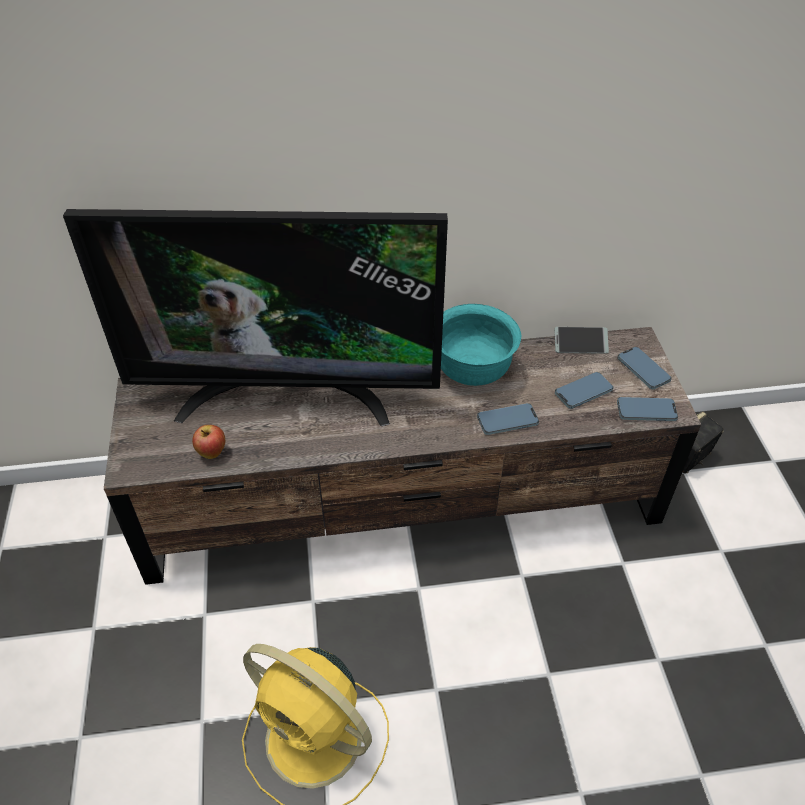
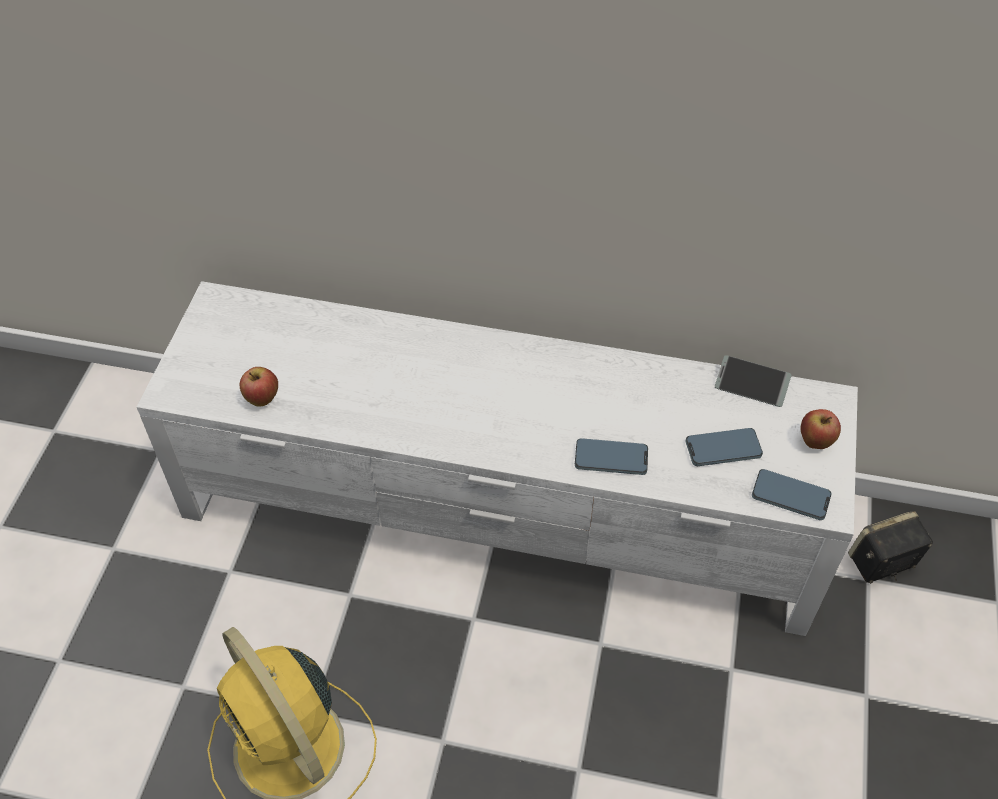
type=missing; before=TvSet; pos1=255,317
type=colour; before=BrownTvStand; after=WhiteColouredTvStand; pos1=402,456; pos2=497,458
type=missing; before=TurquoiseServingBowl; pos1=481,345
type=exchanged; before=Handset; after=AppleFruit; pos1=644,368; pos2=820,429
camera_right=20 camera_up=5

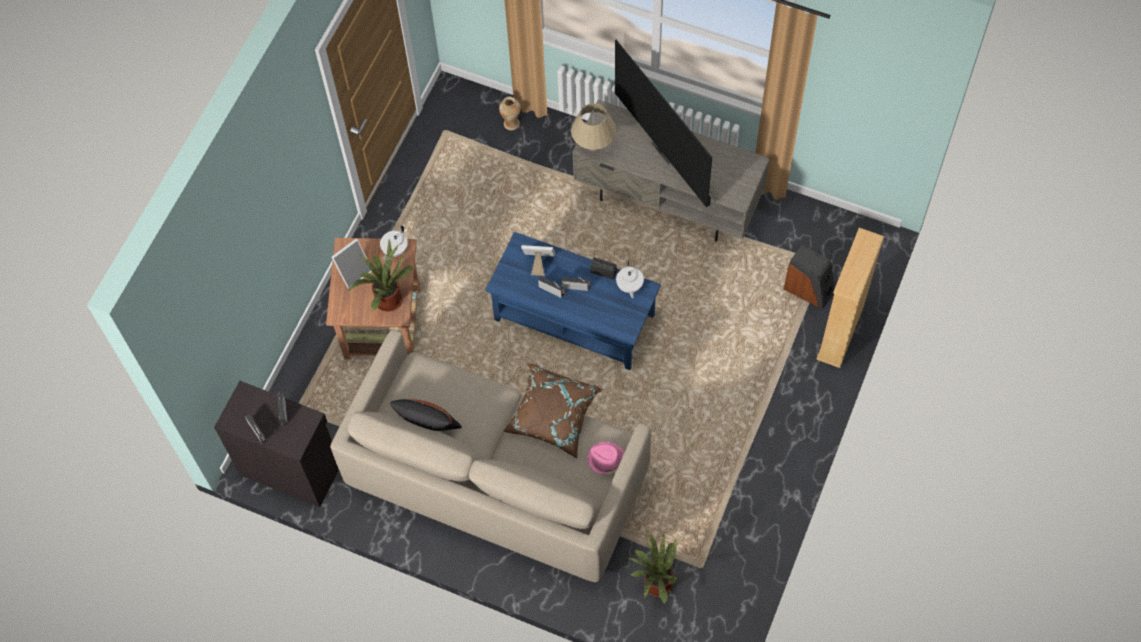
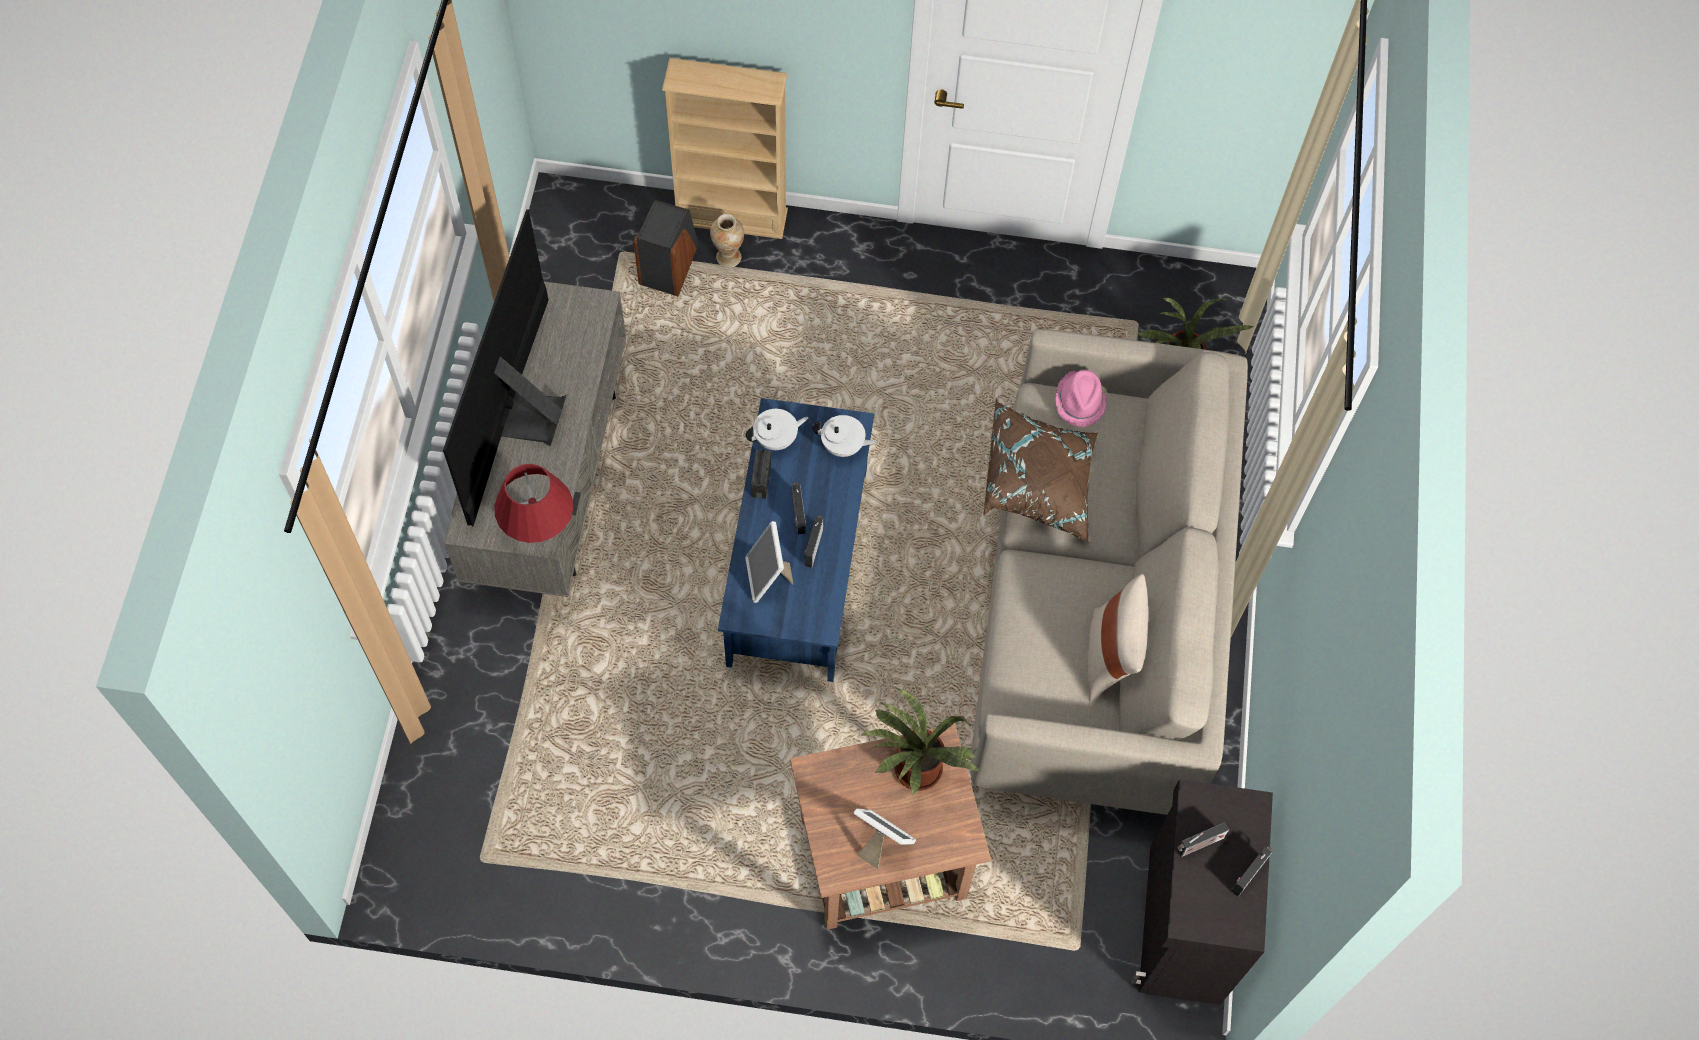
type=relocated; before=WhiteColouredPotForTea; pos1=394,242; pos2=845,436
type=colour; before=BlackColouredPillow; after=SandColouredPillow; pos1=426,415; pos2=1118,637
type=relocated; before=DecorativeVase; pos1=509,113; pos2=727,241
type=colour; before=SandColouredLampForATable; after=RedColouredLampForATable; pos1=593,127; pos2=533,503
type=spun; before=TvSet; pos1=663,123; pos2=505,367; turn=150
camera_right=-110 camera_up=0

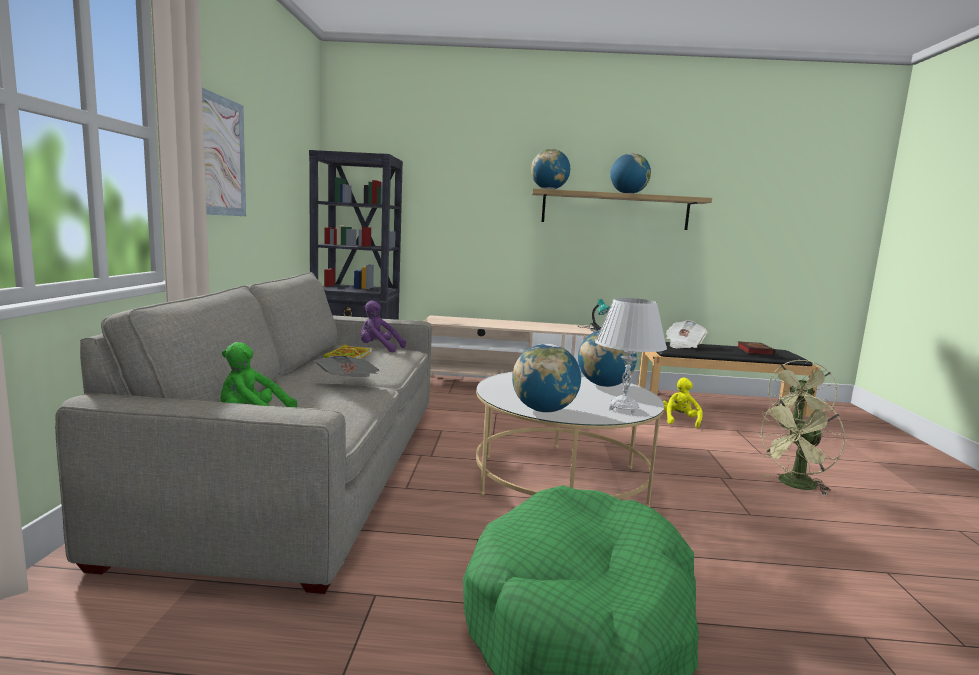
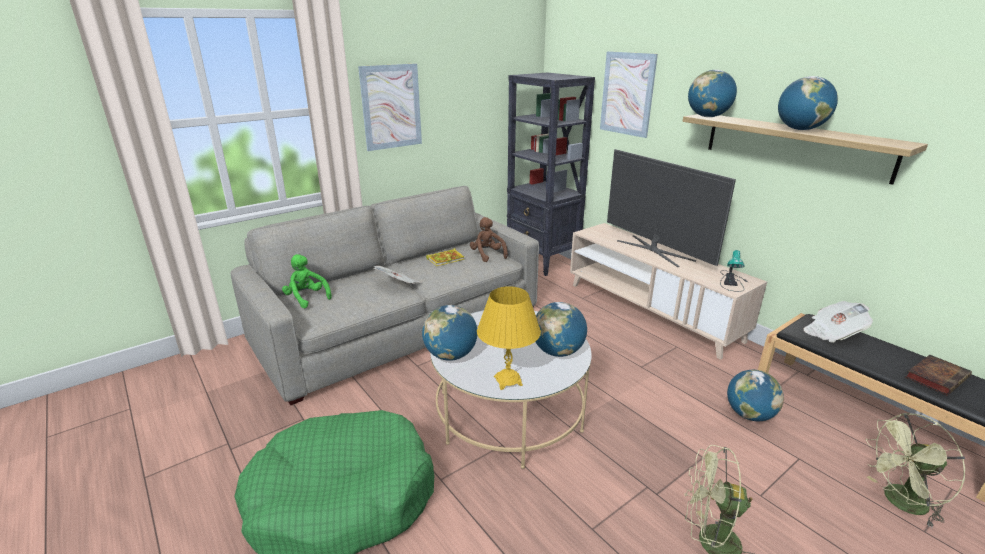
type=colour; before=PurplishSoftToy; after=BrownSoftToy; pos1=383,326; pos2=489,239
type=colour; before=WhiteColouredLampForATable; after=YellowLampForATable; pos1=631,356; pos2=509,338
type=exchanged; before=YellowSoftToy; after=WorldGlobe; pos1=683,402; pos2=755,395
type=appeared; after=WallArt; pos2=629,94
type=appeared; after=TvSet; pos2=671,208
camera_right=50 camera_up=15

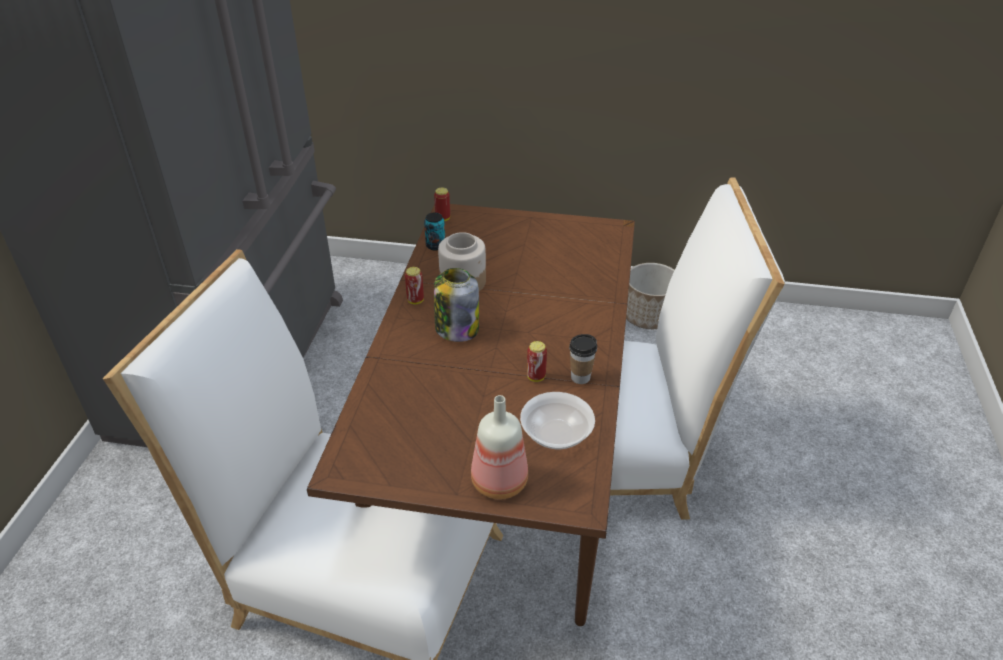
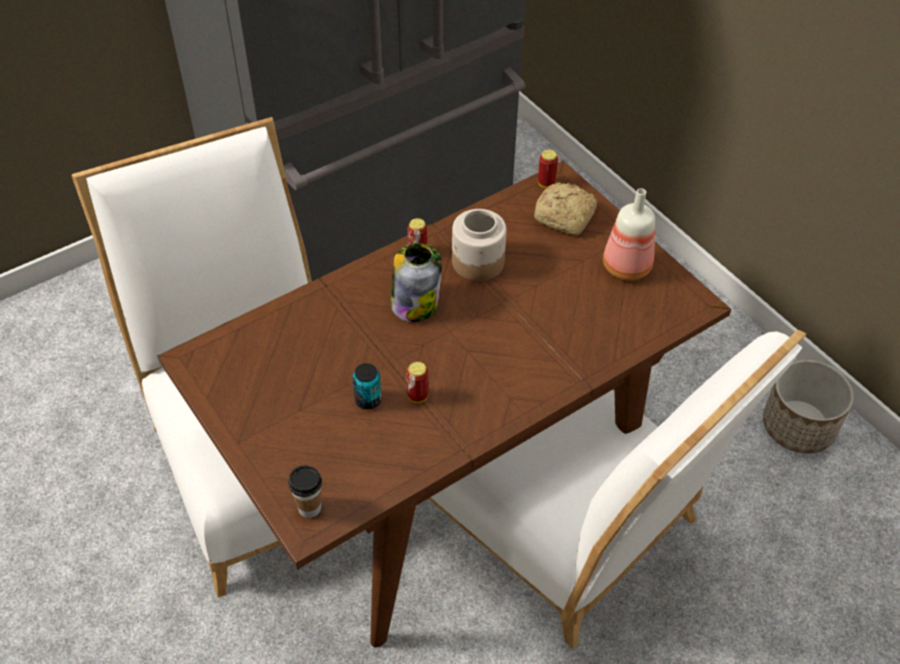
type=relocated; before=MetalCan; pos1=434,231; pos2=367,386
type=relocated; before=Bottle; pos1=499,447; pos2=629,234
type=missing; before=ServingBowl; pos1=557,420
type=relocated; before=DrinkingCup; pos1=583,359; pos2=305,491
type=appeared; after=Bread; pos2=565,208
camera_right=45 camera_up=10

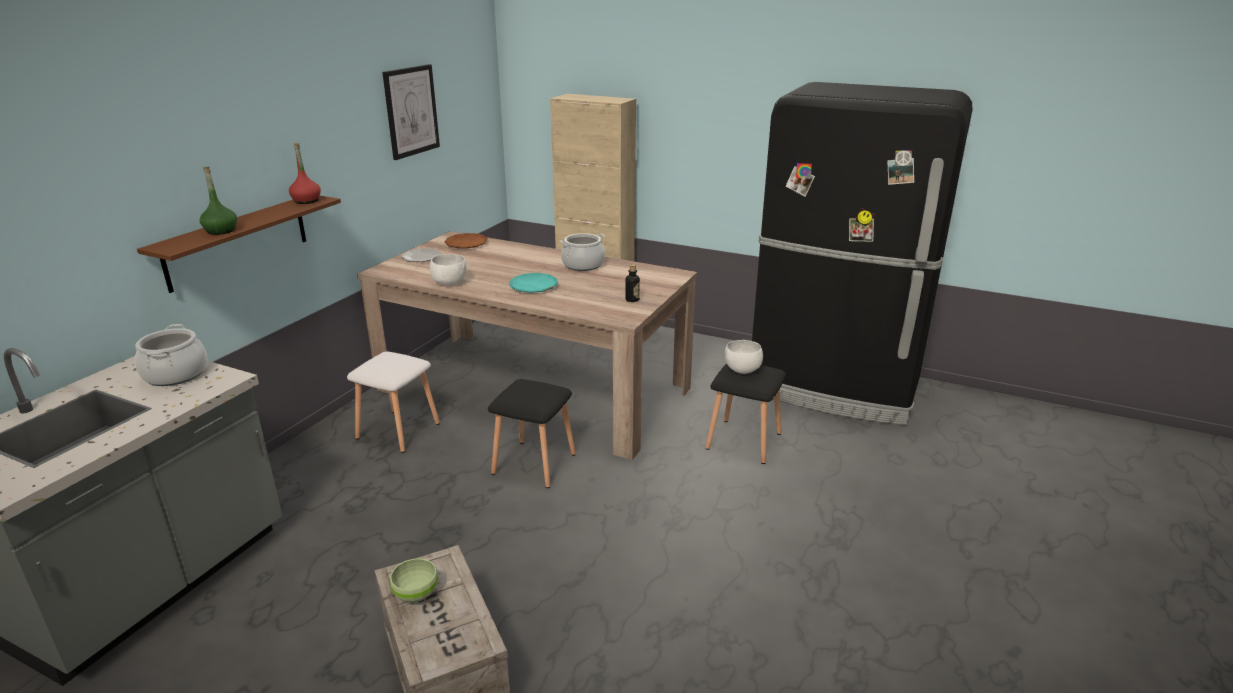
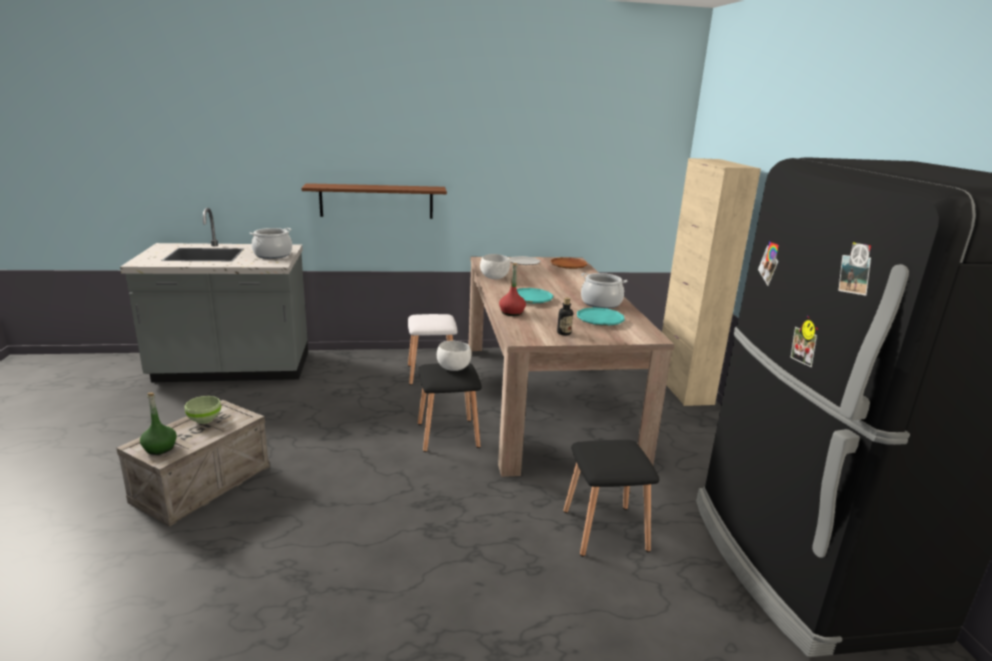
type=relocated; before=GreenColouredBottle; pos1=218,201; pos2=158,423
type=relocated; before=RedColouredBottle; pos1=305,173; pos2=512,289
type=missing; before=WallArt; pos1=411,112
type=relocated; before=WhiteColouredServingBowl; pos1=744,357; pos2=454,355
type=appeared; after=TurquoiseFlatDish; pos2=601,316
camera_right=55 camera_up=-5

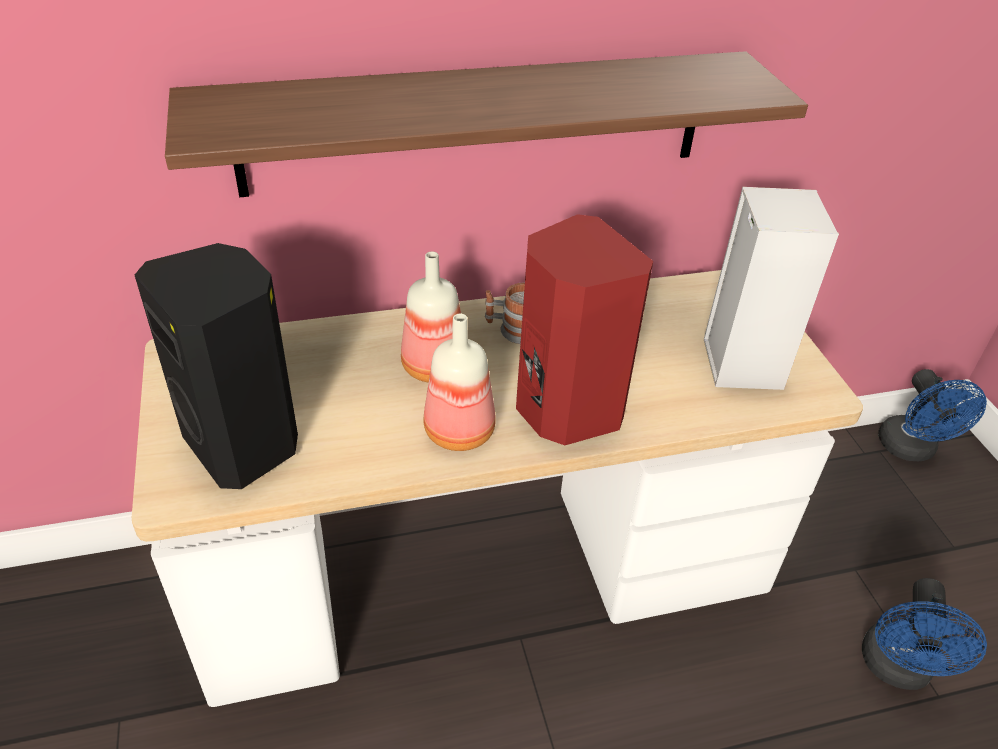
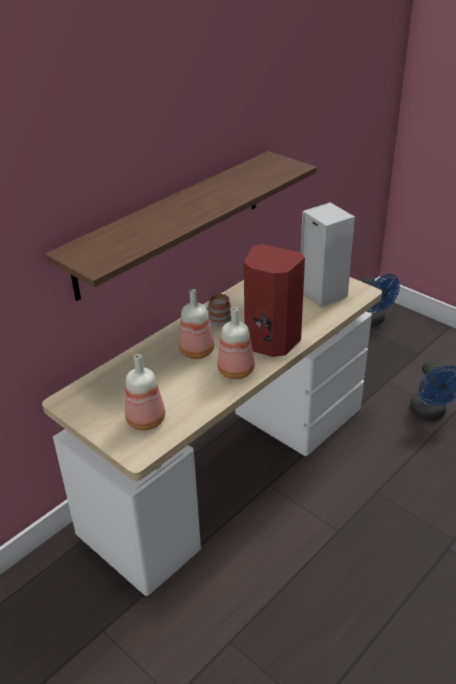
type=exchanged; before=BlackColouredAudioSpeaker; after=Bottle; pos1=216,366; pos2=145,392
camera_right=-30 camera_up=-5

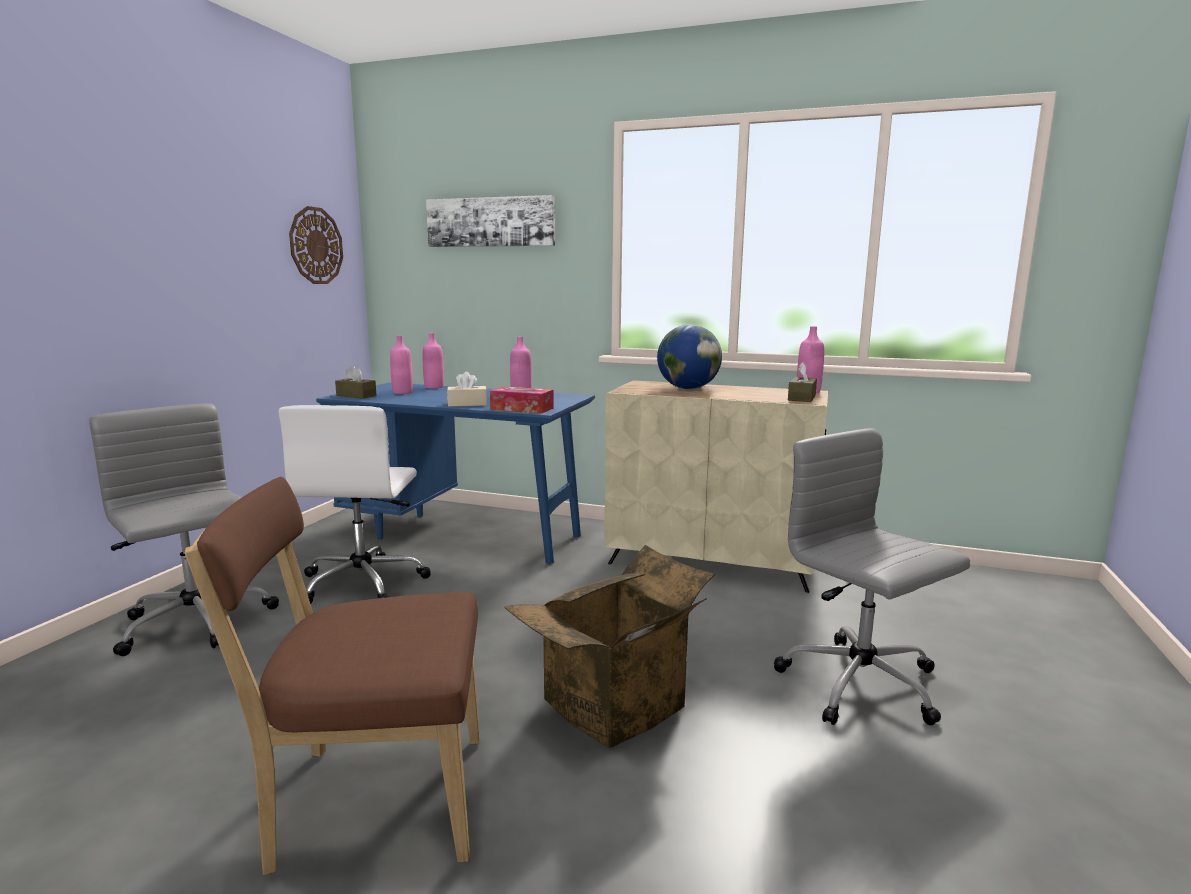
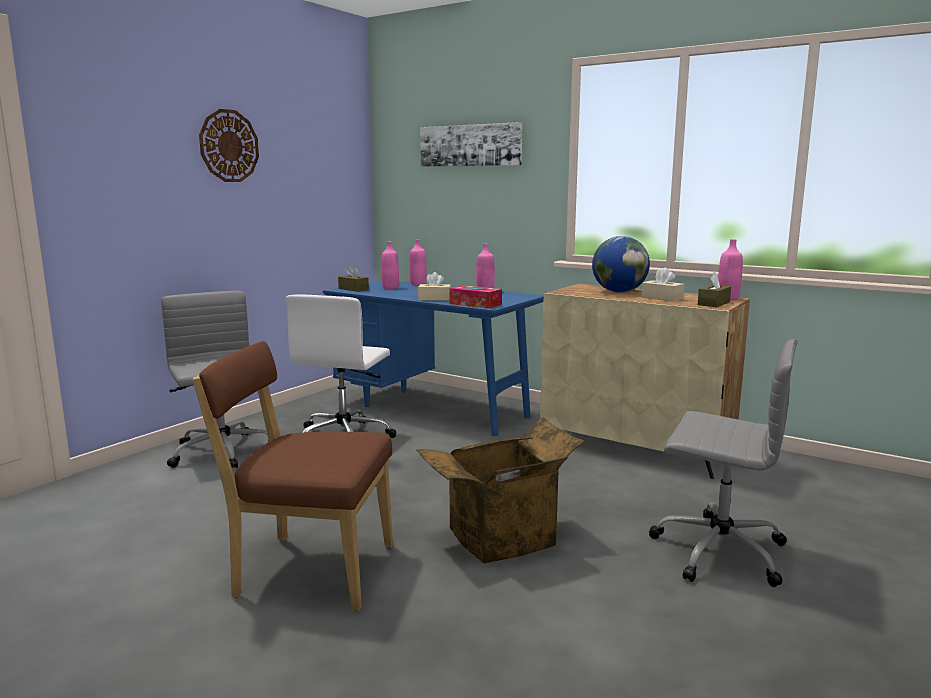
type=relocated; before=HangingClock; pos1=316,245; pos2=229,145
type=spun; before=GreyComputerChair; pos1=872,576; pos2=723,463; turn=135
type=appeared; after=SandColouredBoxOfTissues; pos2=663,285
camera_right=15 camera_up=0

